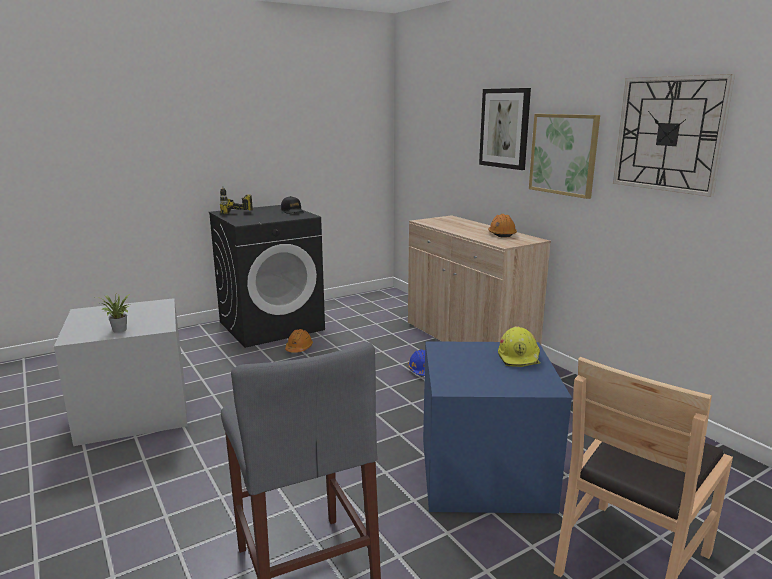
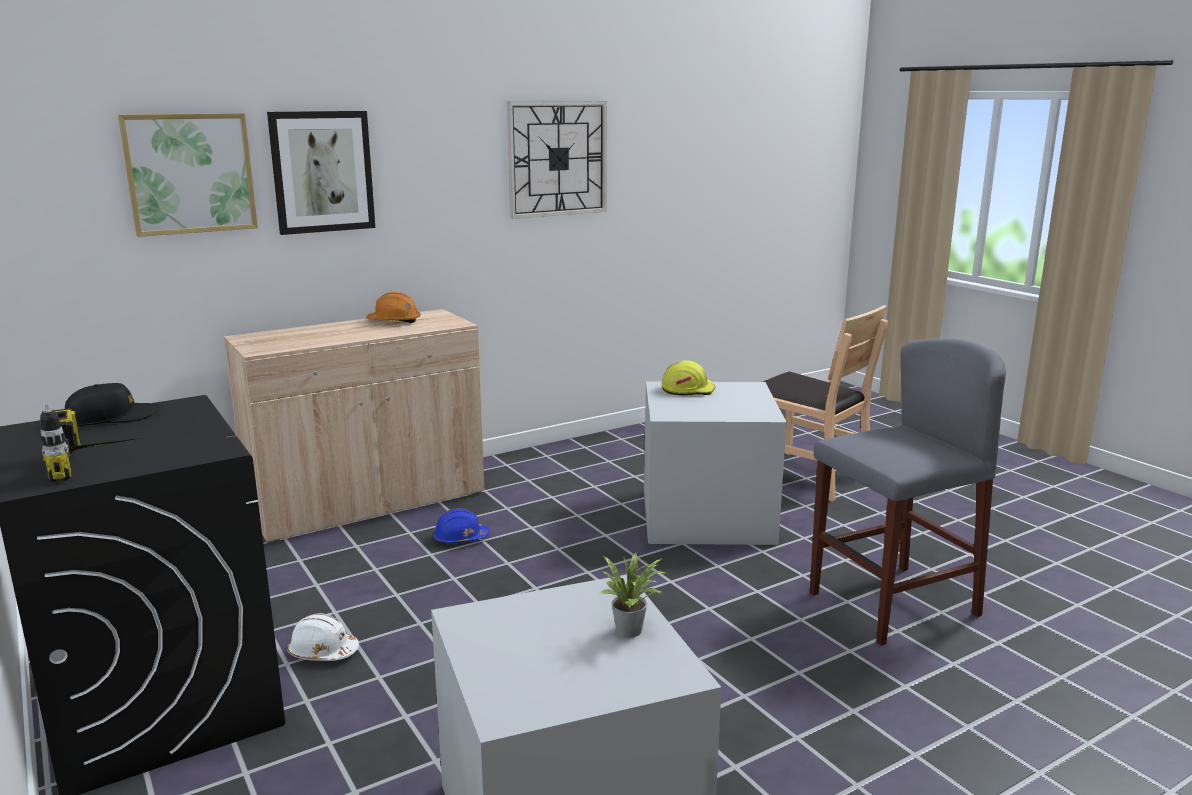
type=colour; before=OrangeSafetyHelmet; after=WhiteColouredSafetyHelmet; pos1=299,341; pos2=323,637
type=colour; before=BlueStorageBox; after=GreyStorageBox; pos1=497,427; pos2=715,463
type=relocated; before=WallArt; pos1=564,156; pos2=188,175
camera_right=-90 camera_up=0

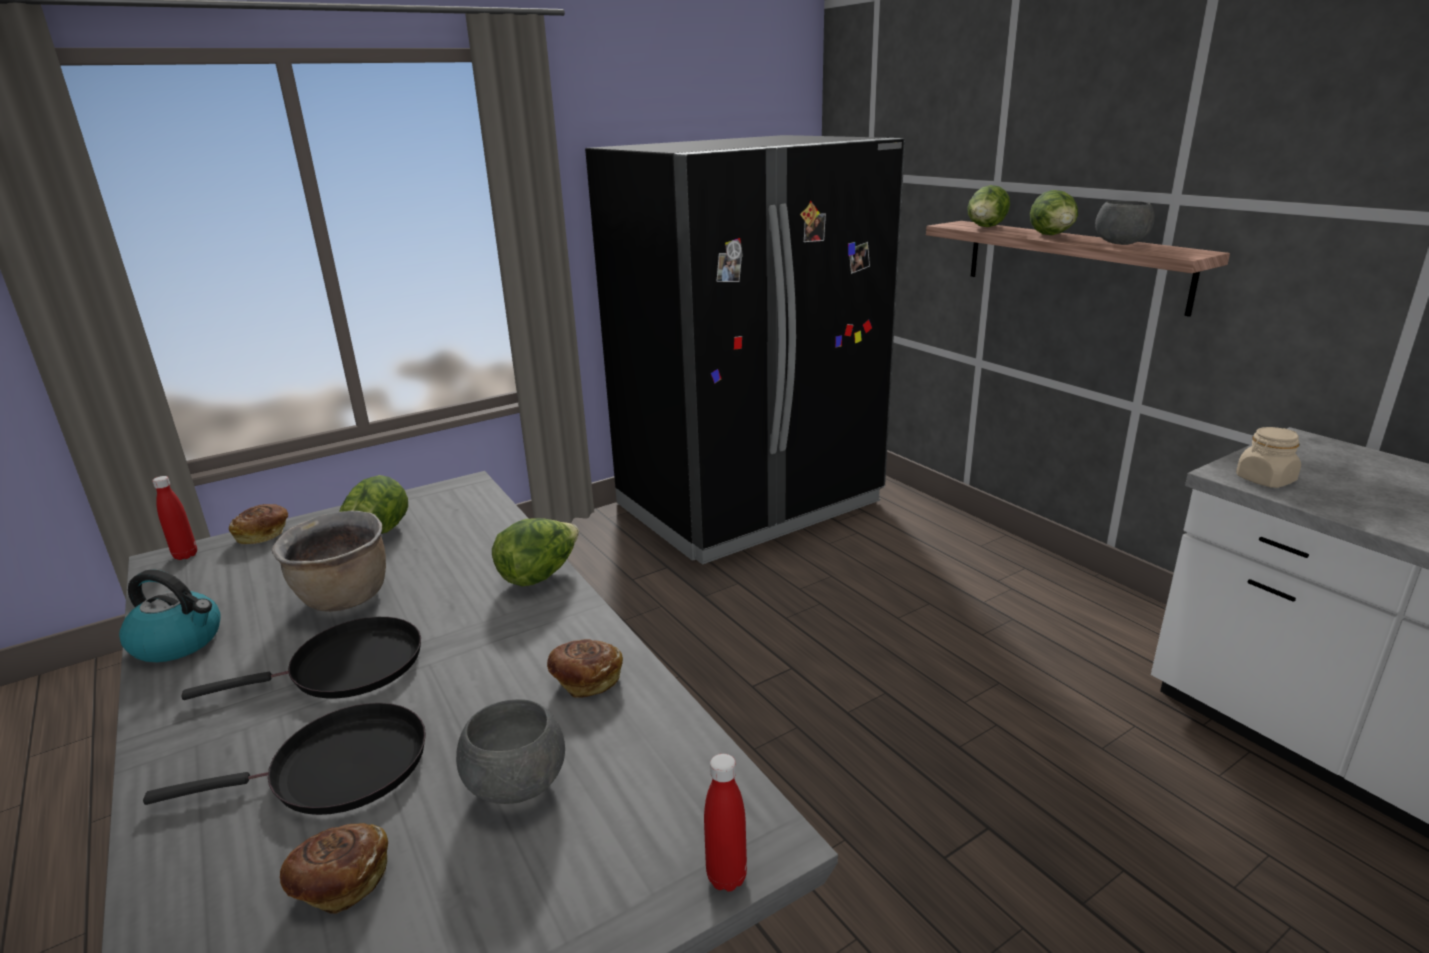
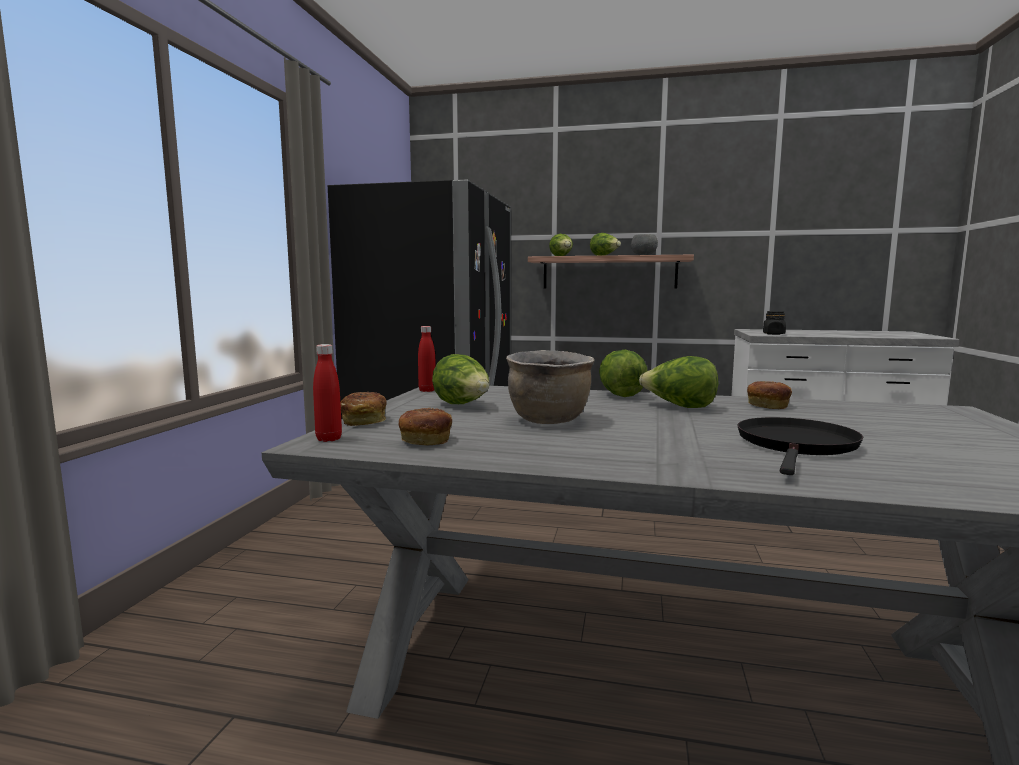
type=missing; before=WaterKettle; pos1=170,615
type=missing; before=BlackColouredPan; pos1=301,658
type=relocated; before=Bread; pos1=334,868; pos2=425,427
type=missing; before=GreyServingBowl; pos1=510,751
type=relocated; before=RedColouredBottle; pos1=725,823; pos2=427,359
type=colour; before=SandColouredStorageJar; after=BlackColouredStorageJar; pos1=1268,457; pos2=774,323
type=appeared; after=LettuceHead; pos2=678,382
camera_right=-45 camera_up=-15

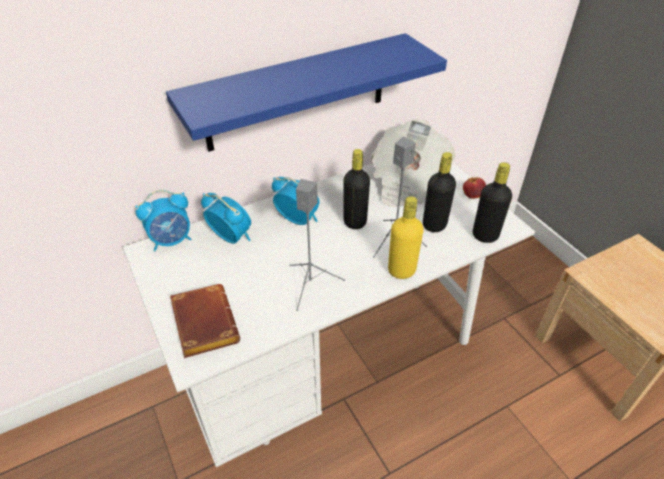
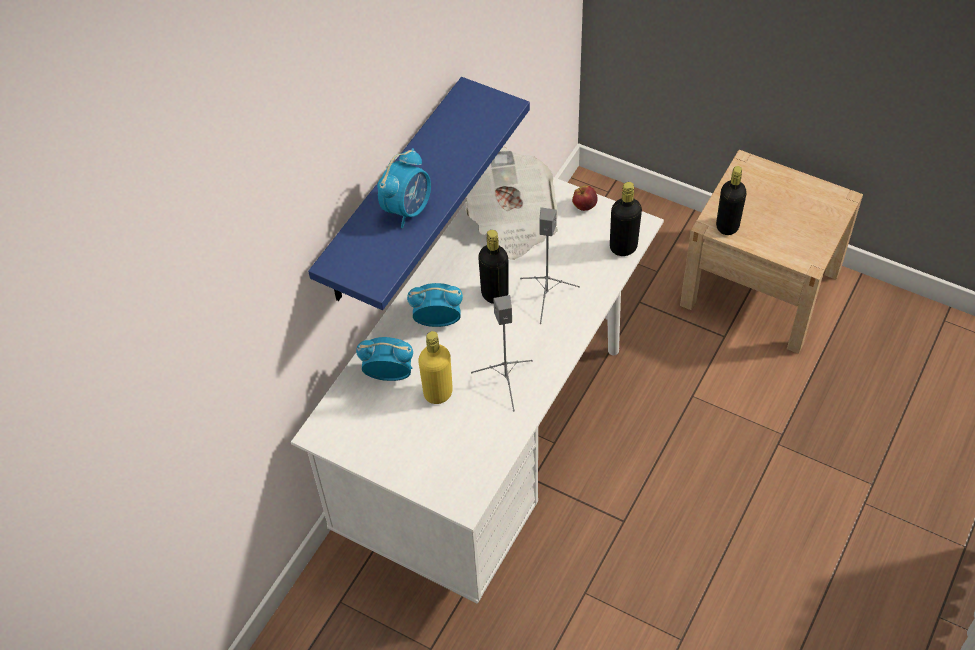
type=relocated; before=TableClock; pos1=163,220; pos2=404,188
type=missing; before=BrownVolume; pos1=205,321
type=relocated; before=YellowBottle; pos1=406,237; pos2=435,367
type=relocated; before=BlackColouredBottle; pos1=439,192; pos2=731,200
camera_right=-30 camera_up=10

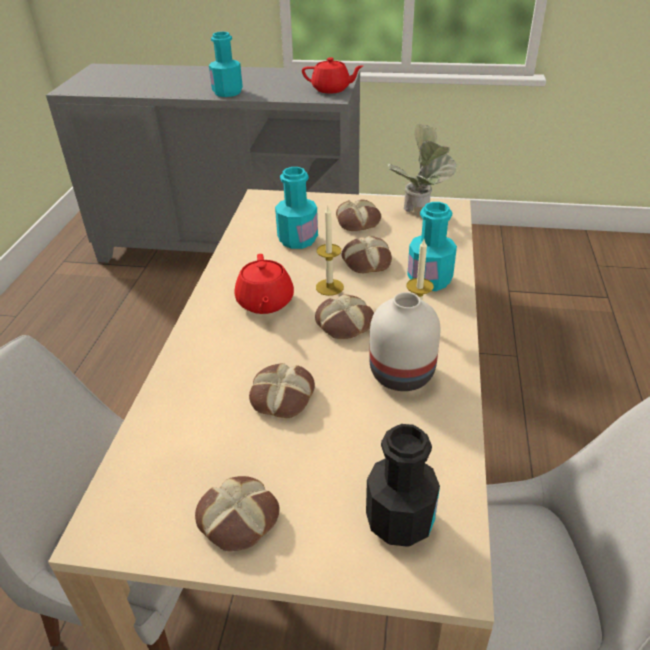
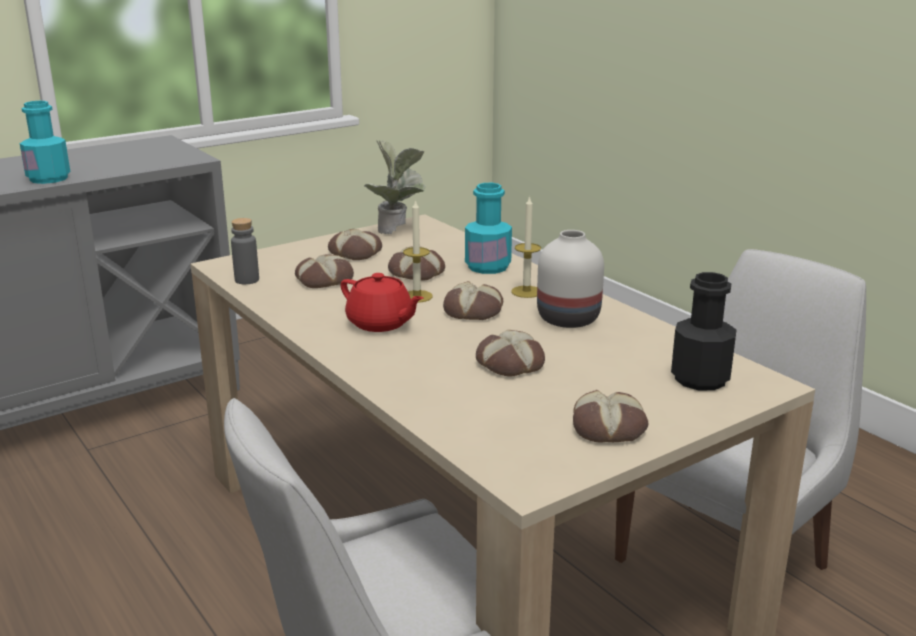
type=exchanged; before=TurquoiseBottle; after=Bread; pos1=296,208; pos2=324,271
type=missing; before=RedColouredPotForTea; pos1=332,75
type=appeared; after=GreyBottle; pos2=245,251
camera_right=-45 camera_up=-15

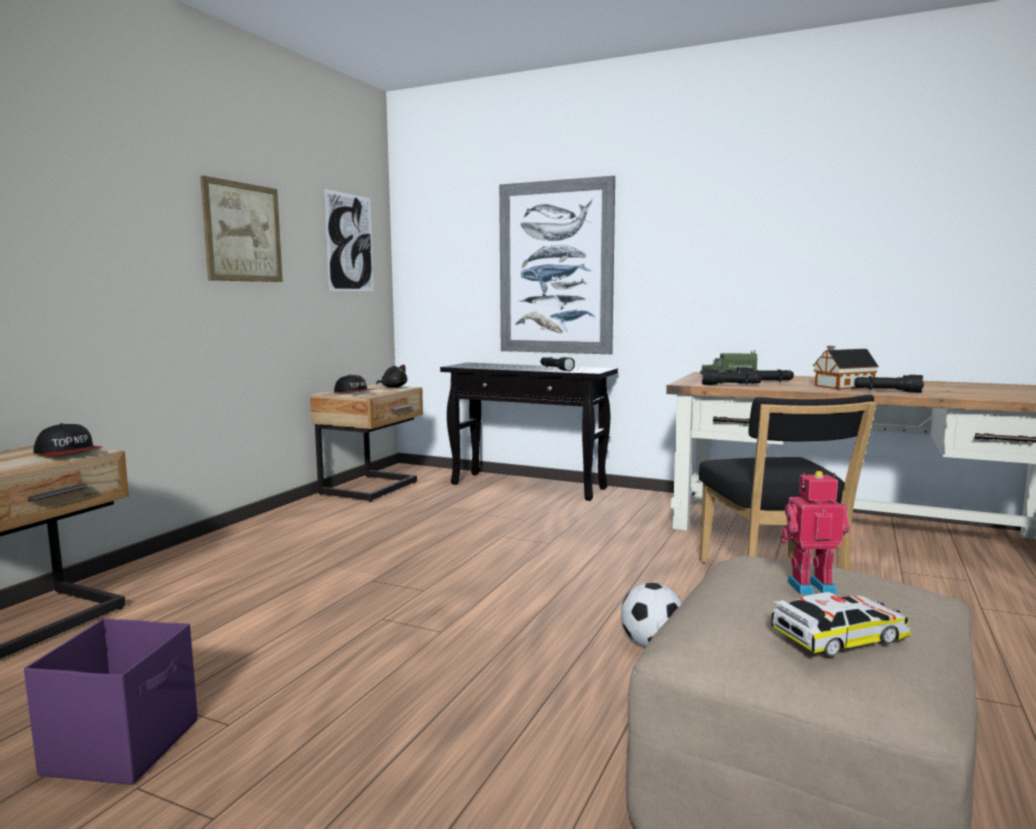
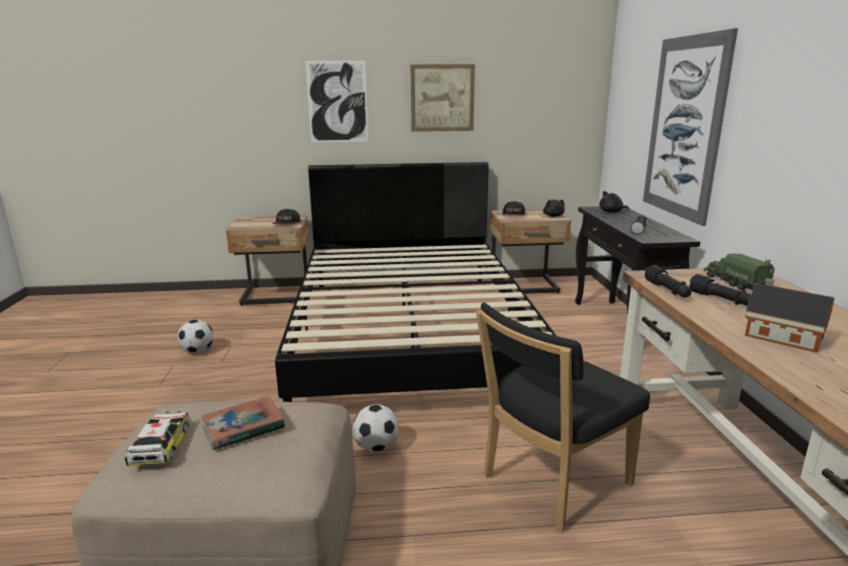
type=exchanged; before=PurplishStorageBox; after=Football; pos1=111,701; pos2=195,336
type=relocated; before=WallArt; pos1=348,240; pos2=336,101
type=spun; before=ModelCar; pos1=841,624; pos2=158,438; turn=-135
type=exchanged; before=RobotFigure; after=Volume; pos1=815,533; pos2=243,423
type=missing; before=BlackColouredFlashlight; pos1=889,384
type=appeared; after=BlackColouredSleepingBed; pos2=416,282
type=appeared; after=BlackColouredSoftToy; pos2=614,202
camera_right=60 camera_up=10

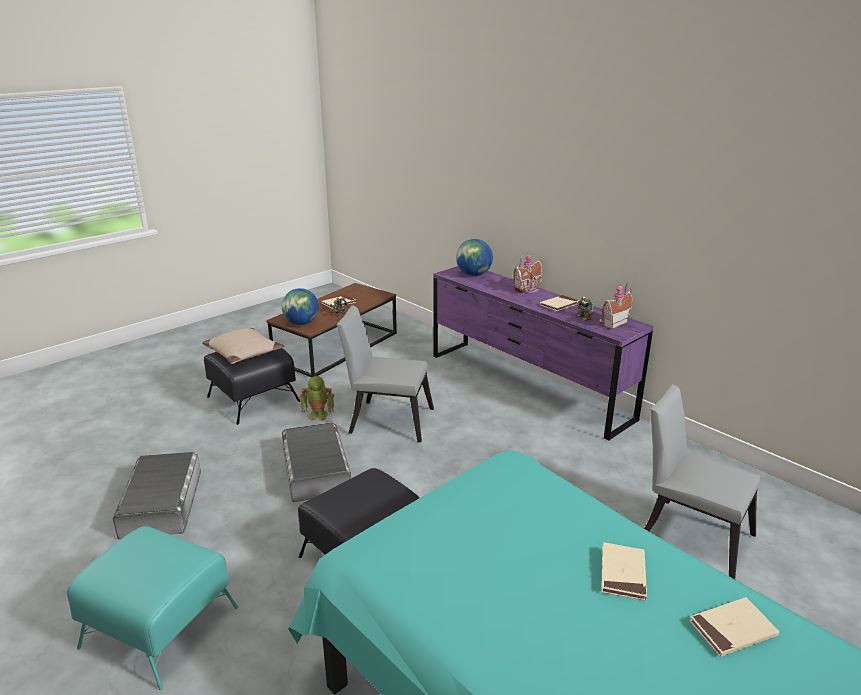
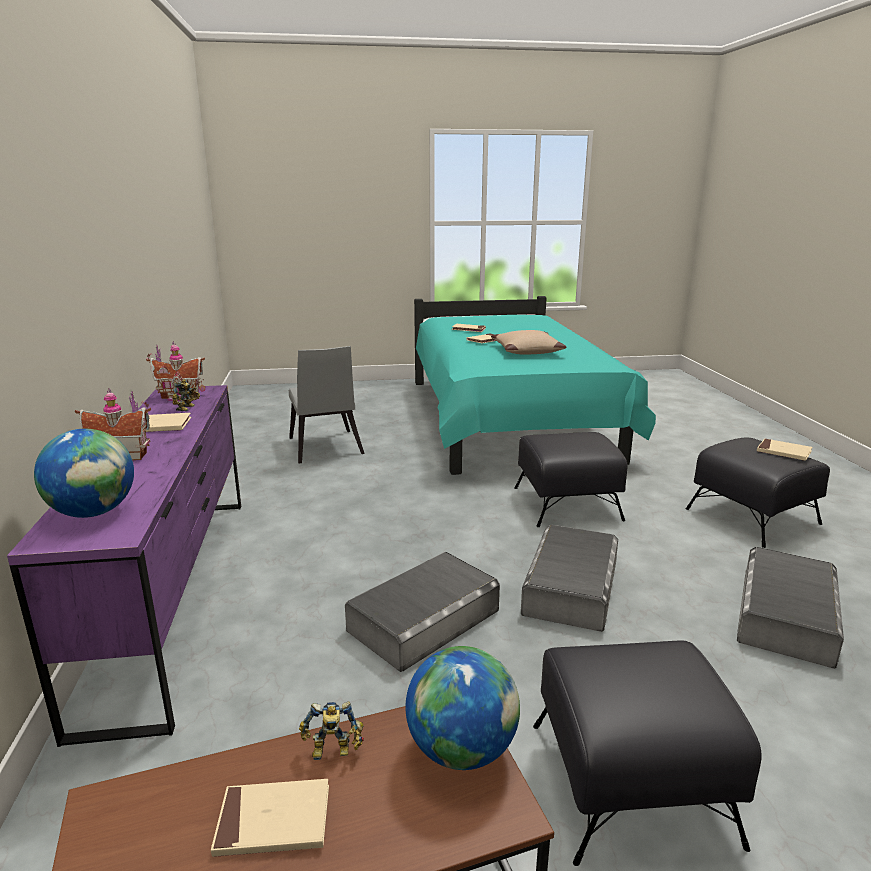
type=colour; before=TurquoiseOttoman; after=BlackColouredOttoman; pos1=152,608; pos2=758,493
type=relocated; before=SandColouredPillow; pos1=243,346; pos2=528,342
type=missing; before=RobotFigure; pos1=317,398
type=exchanged; before=GreyChair; after=GreyStorageBox; pos1=385,373; pos2=422,612
type=appeared; after=SandColouredVolume; pos2=785,450
camera_right=-145 camera_up=-5

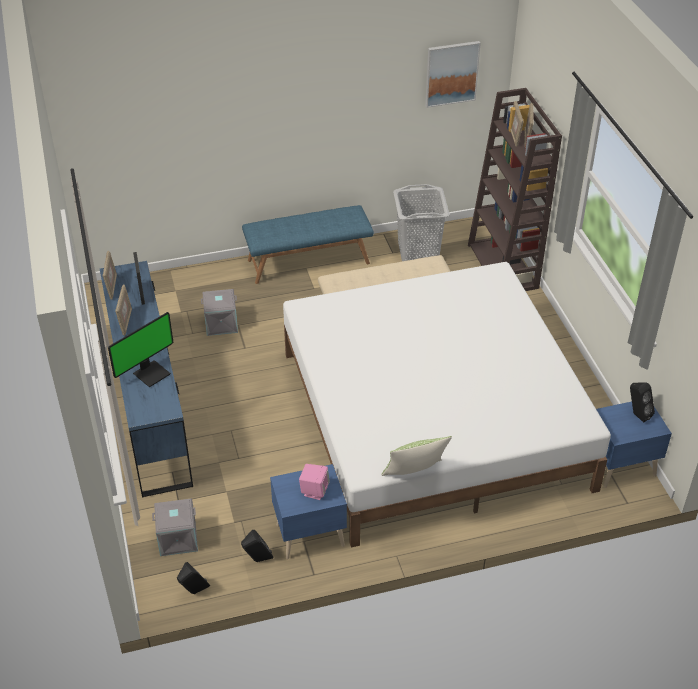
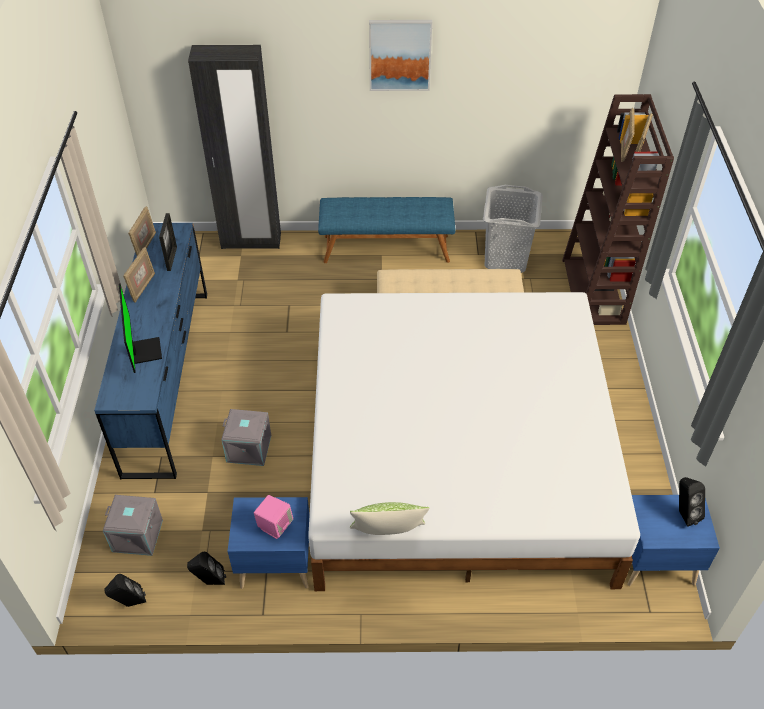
type=spun; before=ComputerDisplay; pos1=140,349; pos2=140,328; turn=-75
type=relocated; before=GreyStorageBox; pos1=219,312; pos2=246,437
type=relocated; before=WallArt; pos1=453,74; pos2=400,55
type=appeared; after=BlackColouredClothesCupboard; pos2=234,147
camera_right=15 camera_up=5

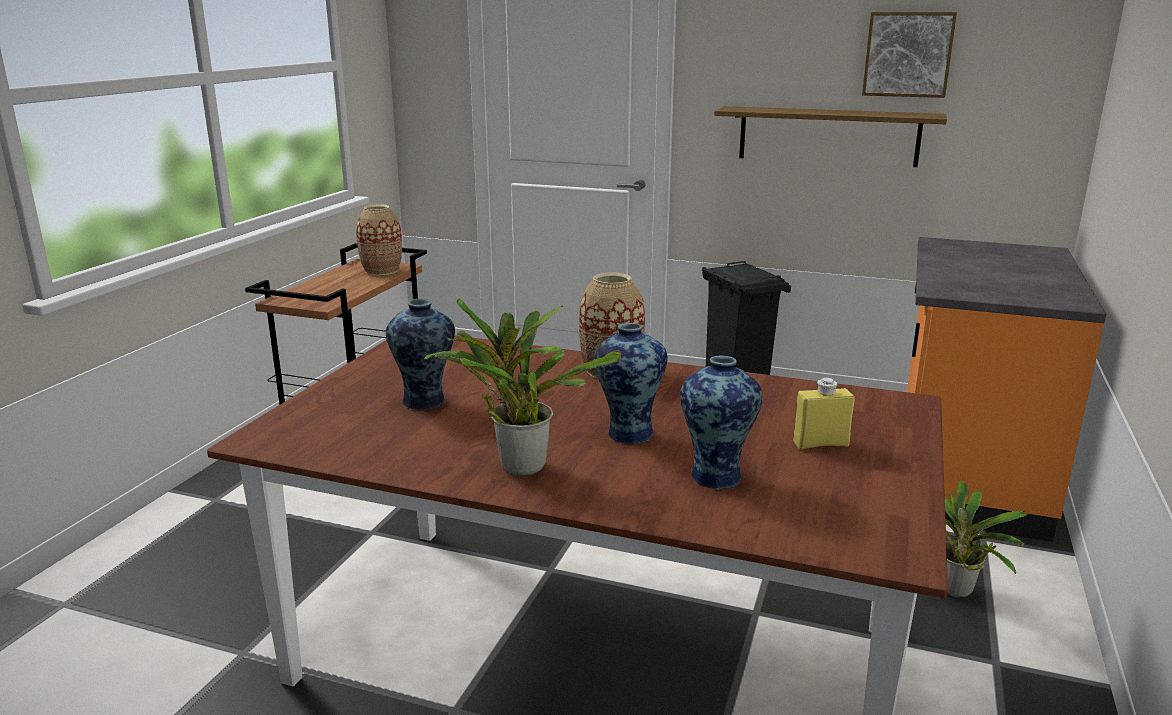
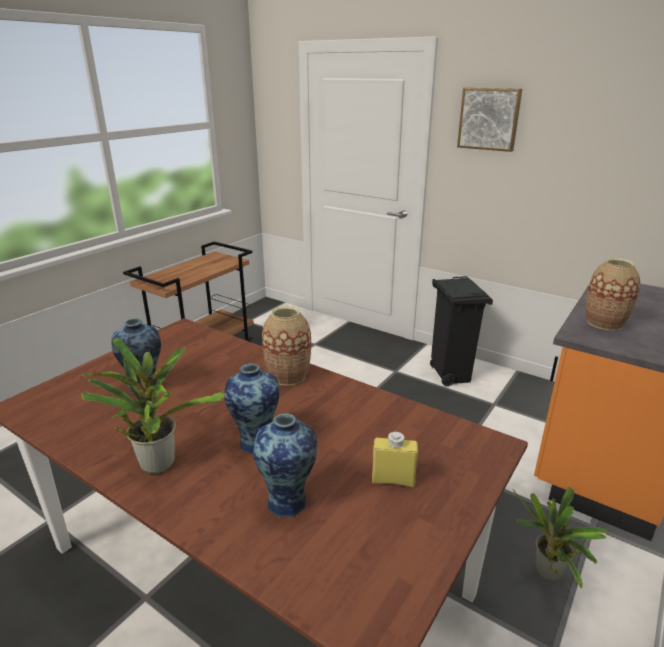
type=relocated; before=DecorativeVase; pos1=379,239; pos2=612,294
type=missing; before=Shelf; pos1=830,136
type=relocated; before=WallArt; pos1=909,55; pos2=489,120
camera_right=15 camera_up=5

